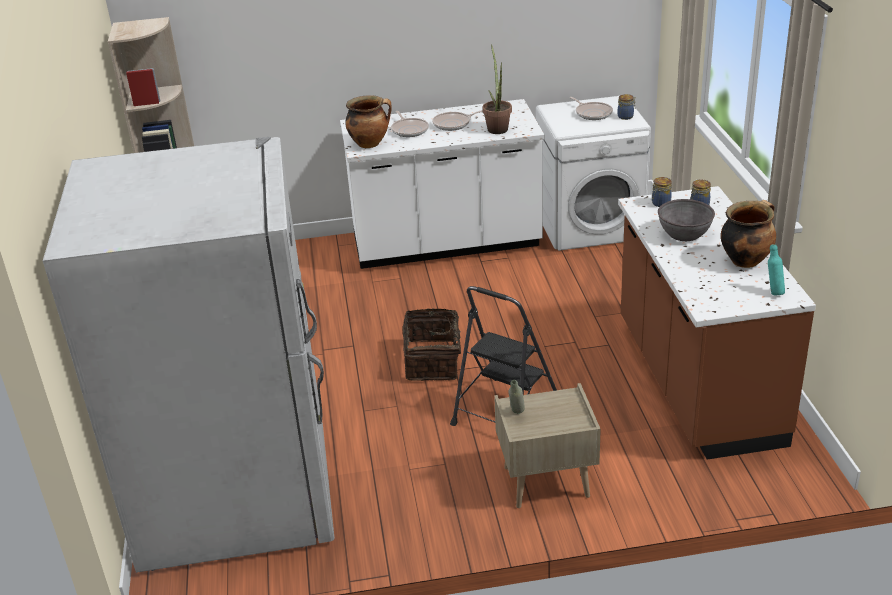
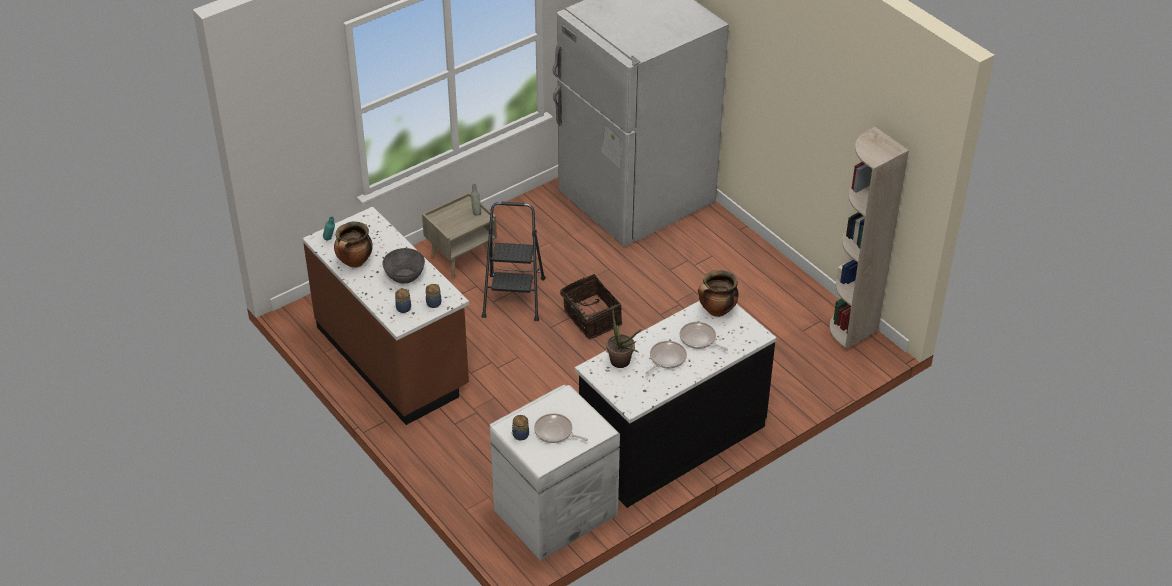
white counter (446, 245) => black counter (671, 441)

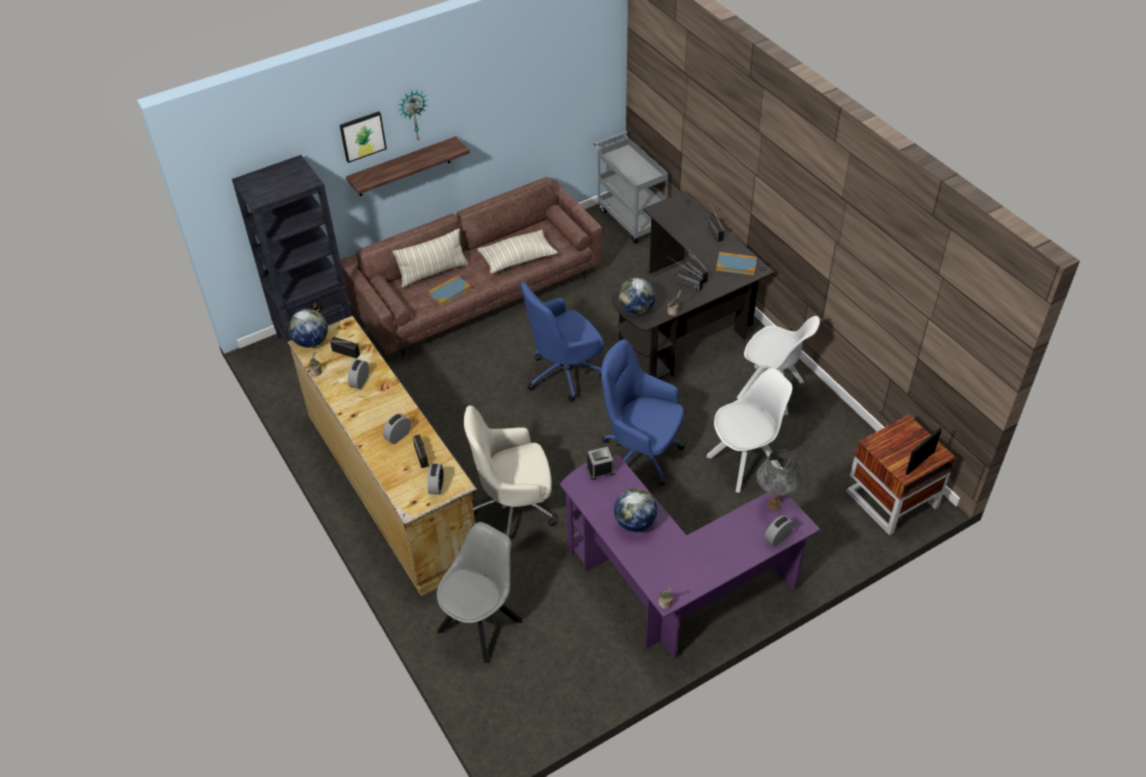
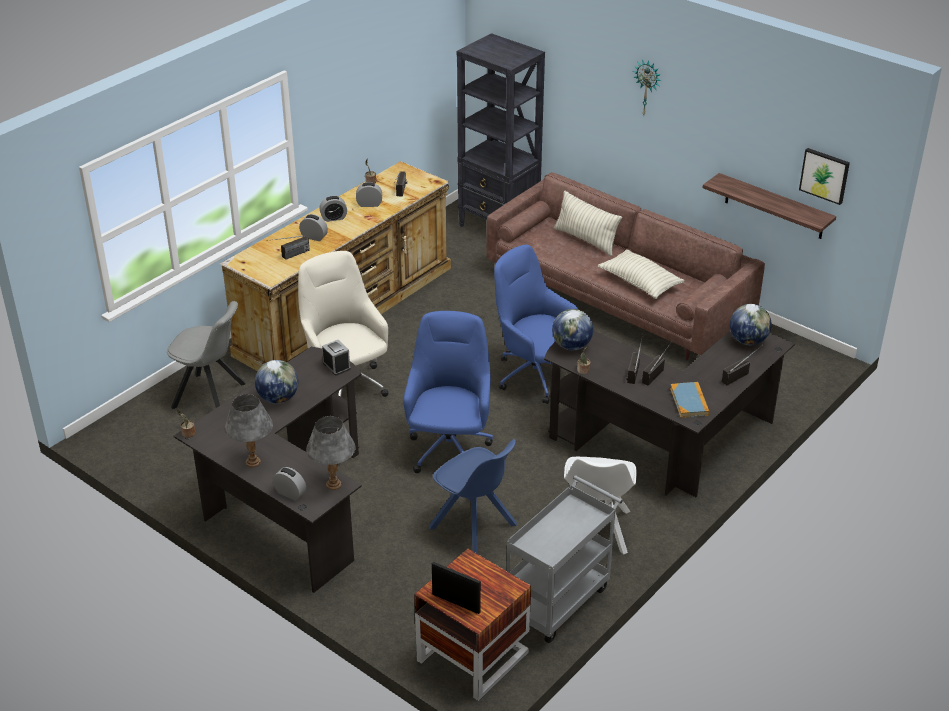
picture (362, 136) => picture (825, 175), move
grey cart (629, 221) => grey cart (560, 604), move
shelf (403, 167) => shelf (774, 207), move
book (449, 292) => nothing
globe (311, 342) => globe (748, 341), move
white chair (745, 463) => blue chair (474, 527)
purple desk (674, 588) => black desk (286, 504)
alarm clock (436, 486) => alarm clock (333, 218), move
nothing => grey table lamp (253, 462)

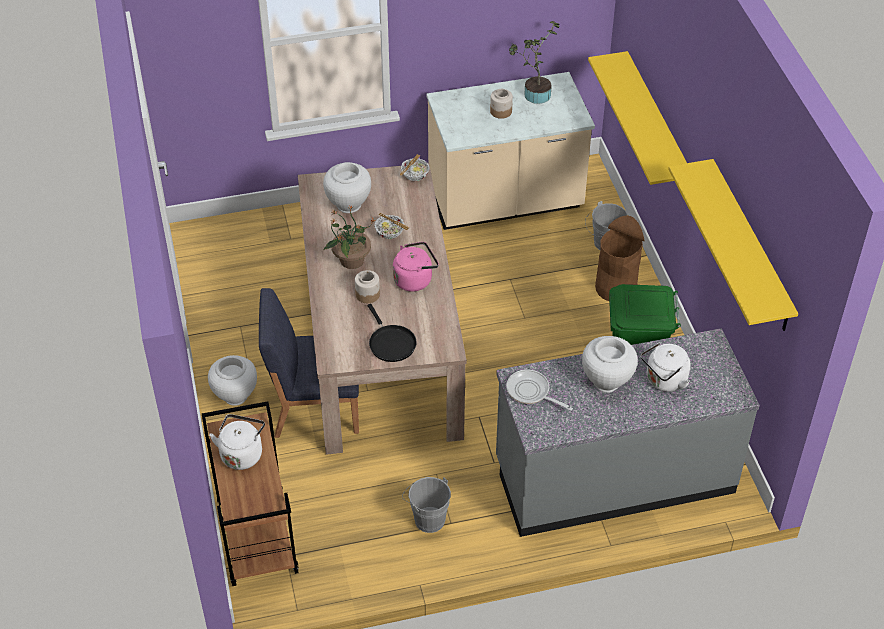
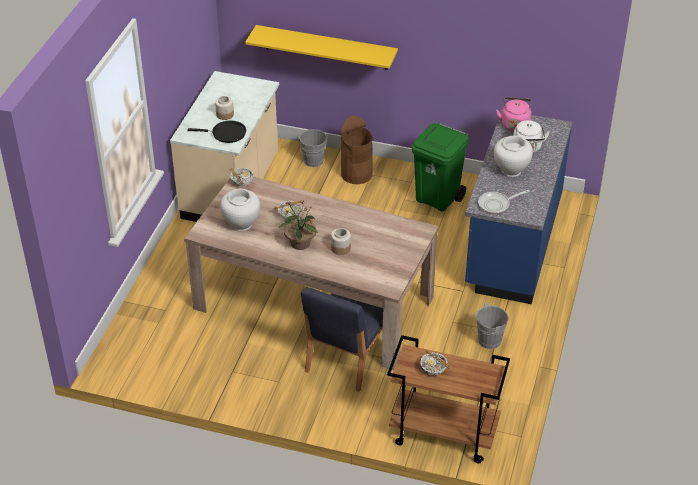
potted plant (534, 95) => nothing
yellow shelf (750, 246) => nothing
pink kettle (415, 279) => pink kettle (514, 124), move
black frying pan (391, 343) => black frying pan (226, 134), move
grey counter (614, 476) => blue counter (512, 243)
white vase (235, 396) => nothing
white kettle (242, 453) => bowl (433, 370)

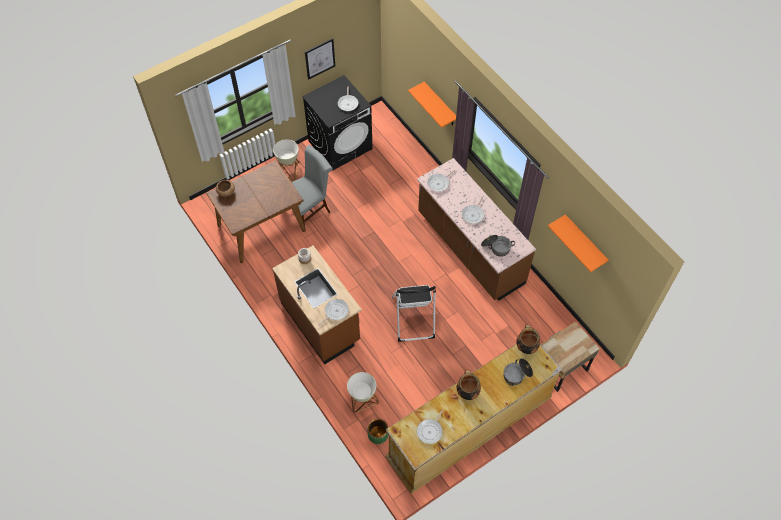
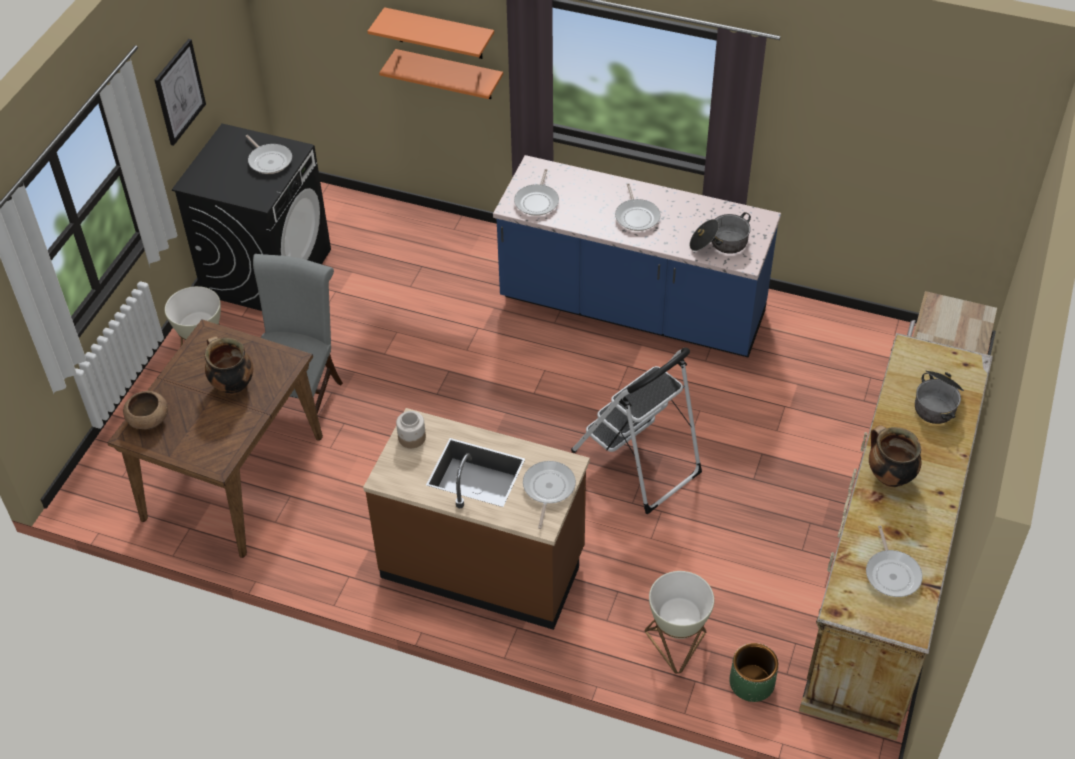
brown counter (469, 249) => blue counter (632, 309)
orange shelf (584, 242) => orange shelf (439, 34), move
cooking pot (526, 347) => cooking pot (232, 385), move

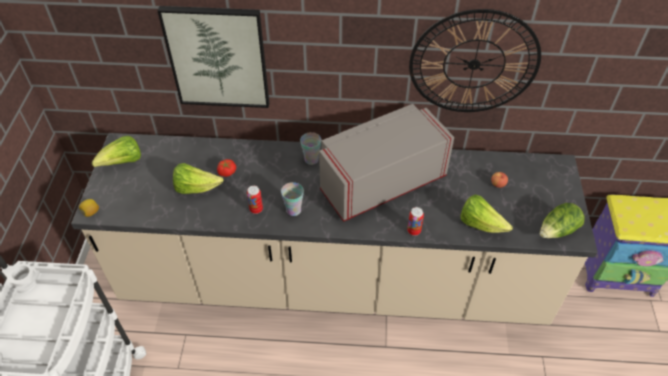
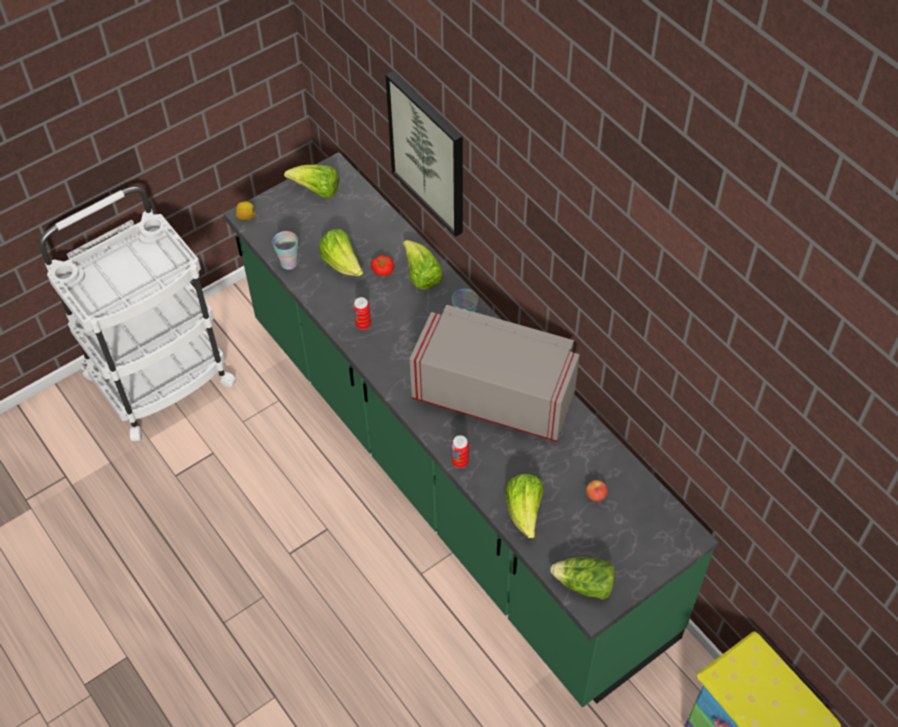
wall clock (474, 64) => nothing
beige counter (334, 281) => green counter (450, 474)
cup (293, 210) => cup (289, 263), move
nothing => lettuce (421, 275)

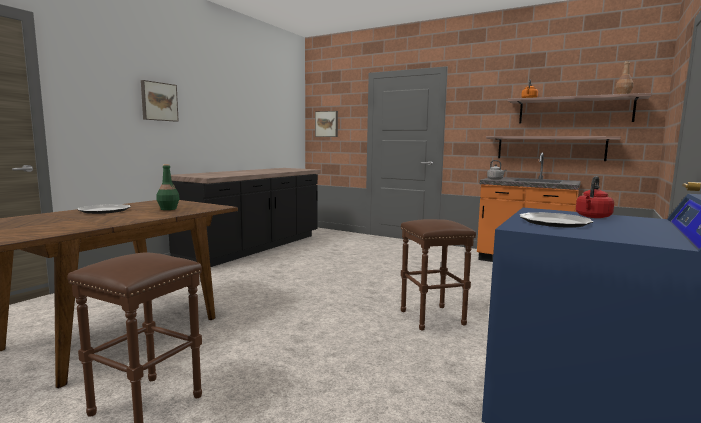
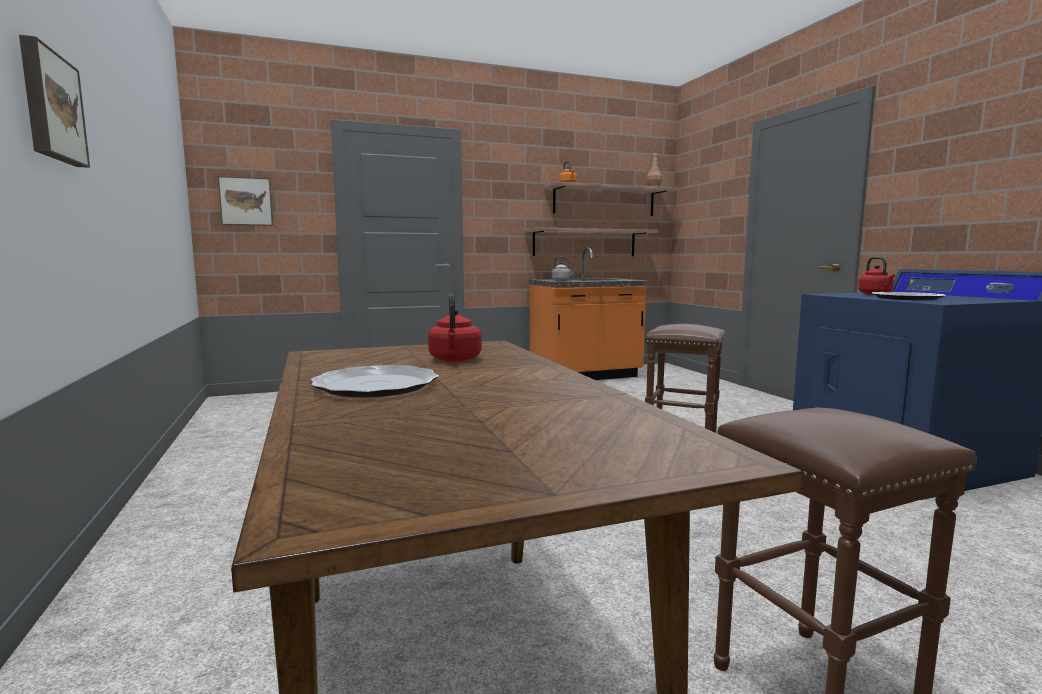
green bottle (168, 209) => red kettle (455, 360)
black counter (254, 248) => nothing

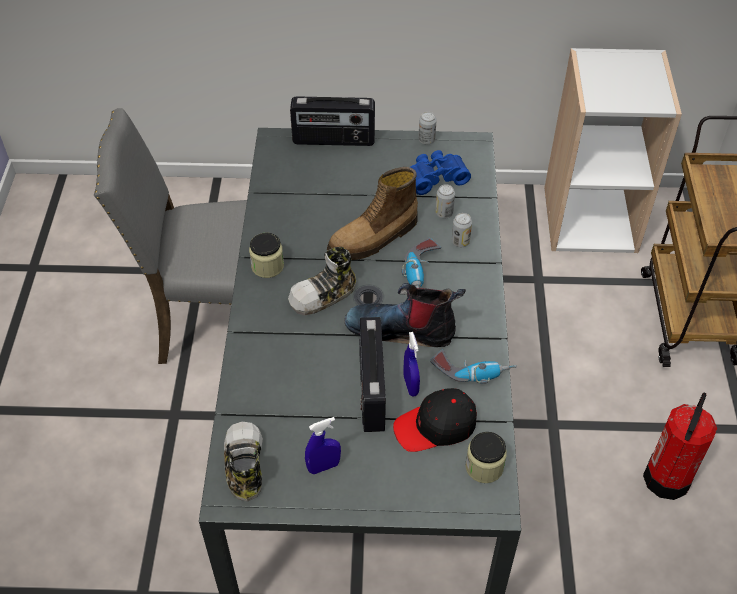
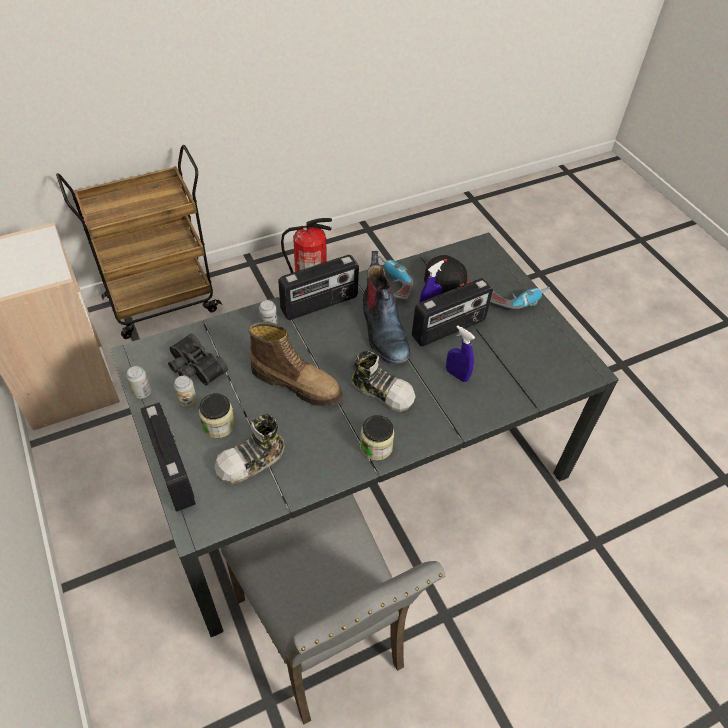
blue binoculars (435, 177) => black binoculars (194, 368)
can (444, 213) => can (188, 402), move
power drill (422, 274) => power drill (518, 301), move
blue spray bottle (323, 466) => blue spray bottle (457, 375), move
shoe (244, 465) => shoe (251, 461), move
jar (484, 467) => jar (218, 425), move
nothing => radio (320, 304)

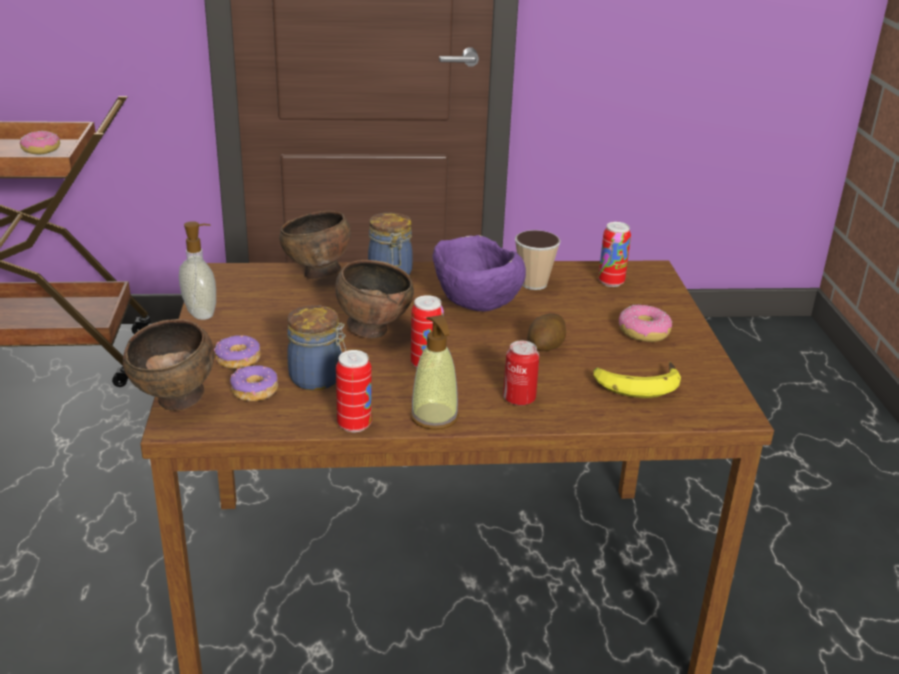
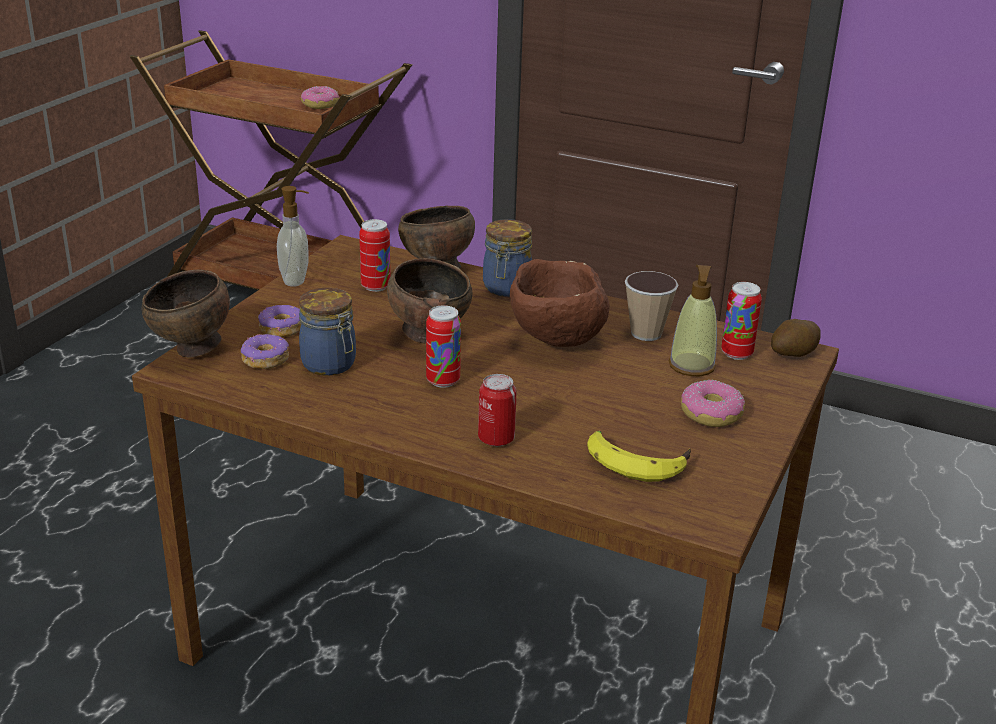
purple bowl (475, 307) => brown bowl (556, 340)
potato (546, 347) => potato (792, 354), move
soap dispenser (434, 417) => soap dispenser (691, 366), move
can (354, 425) => can (375, 286), move

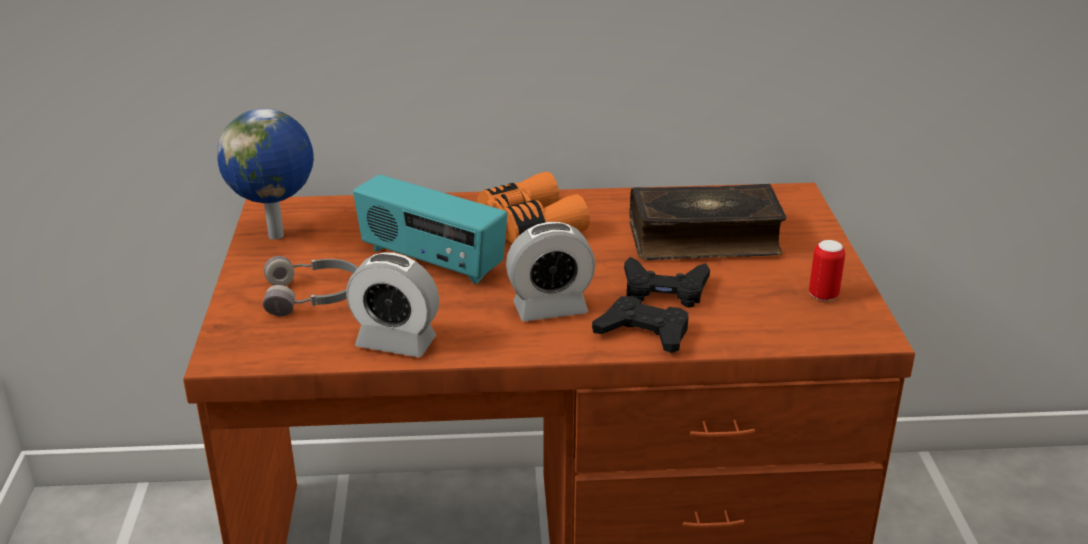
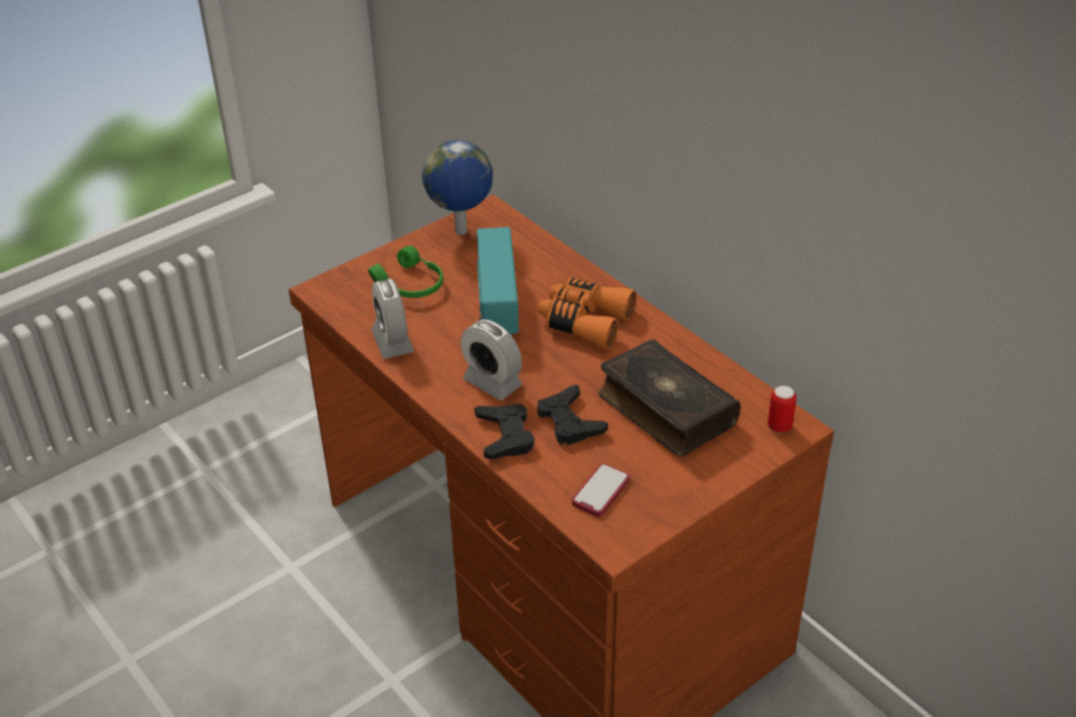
can (823, 295) => can (779, 427), move
grey headphones (314, 296) => green headphones (410, 285)
nothing => phone (601, 491)

